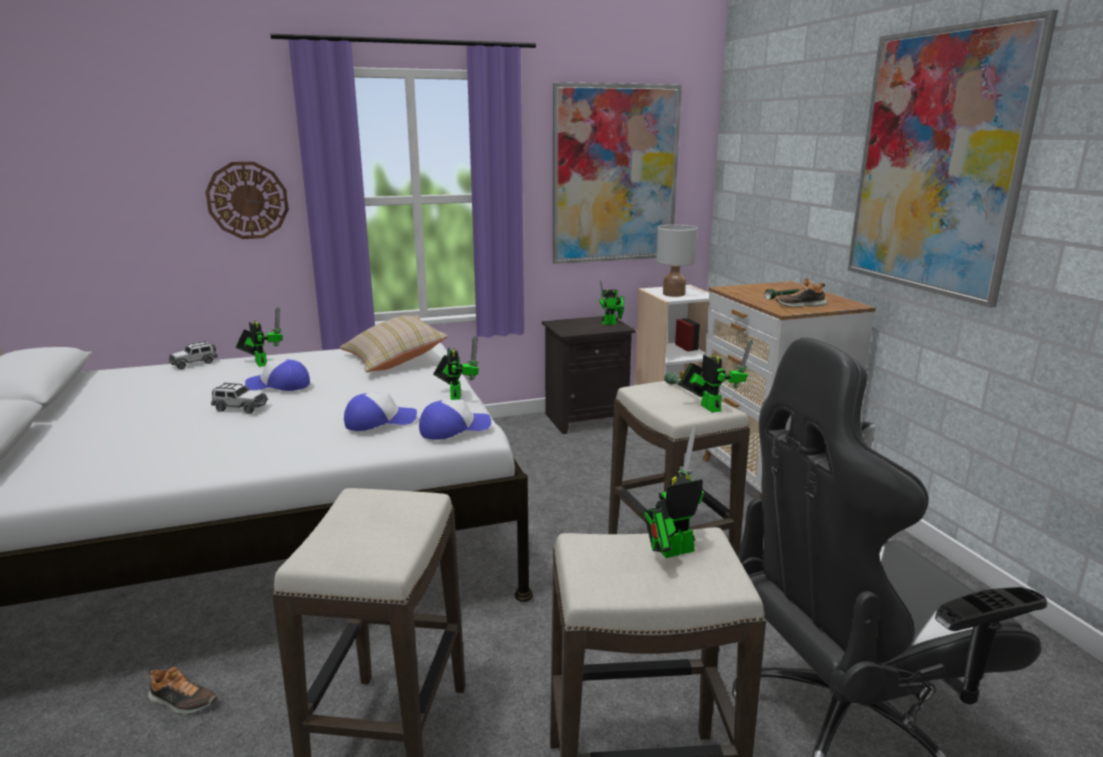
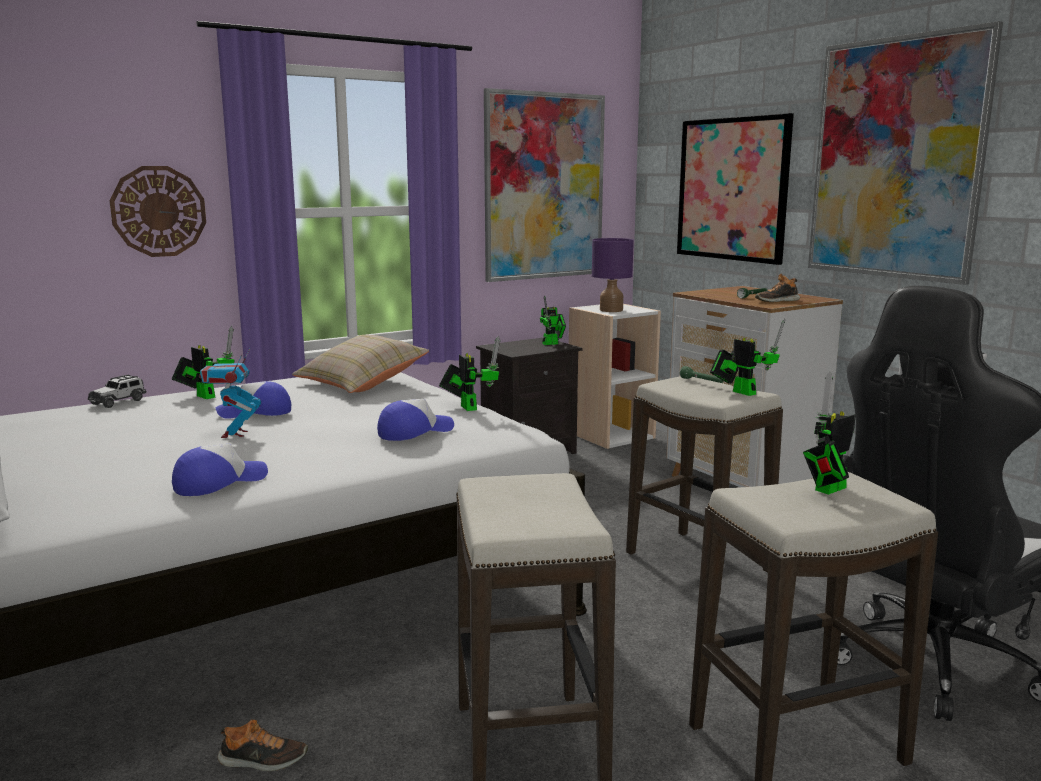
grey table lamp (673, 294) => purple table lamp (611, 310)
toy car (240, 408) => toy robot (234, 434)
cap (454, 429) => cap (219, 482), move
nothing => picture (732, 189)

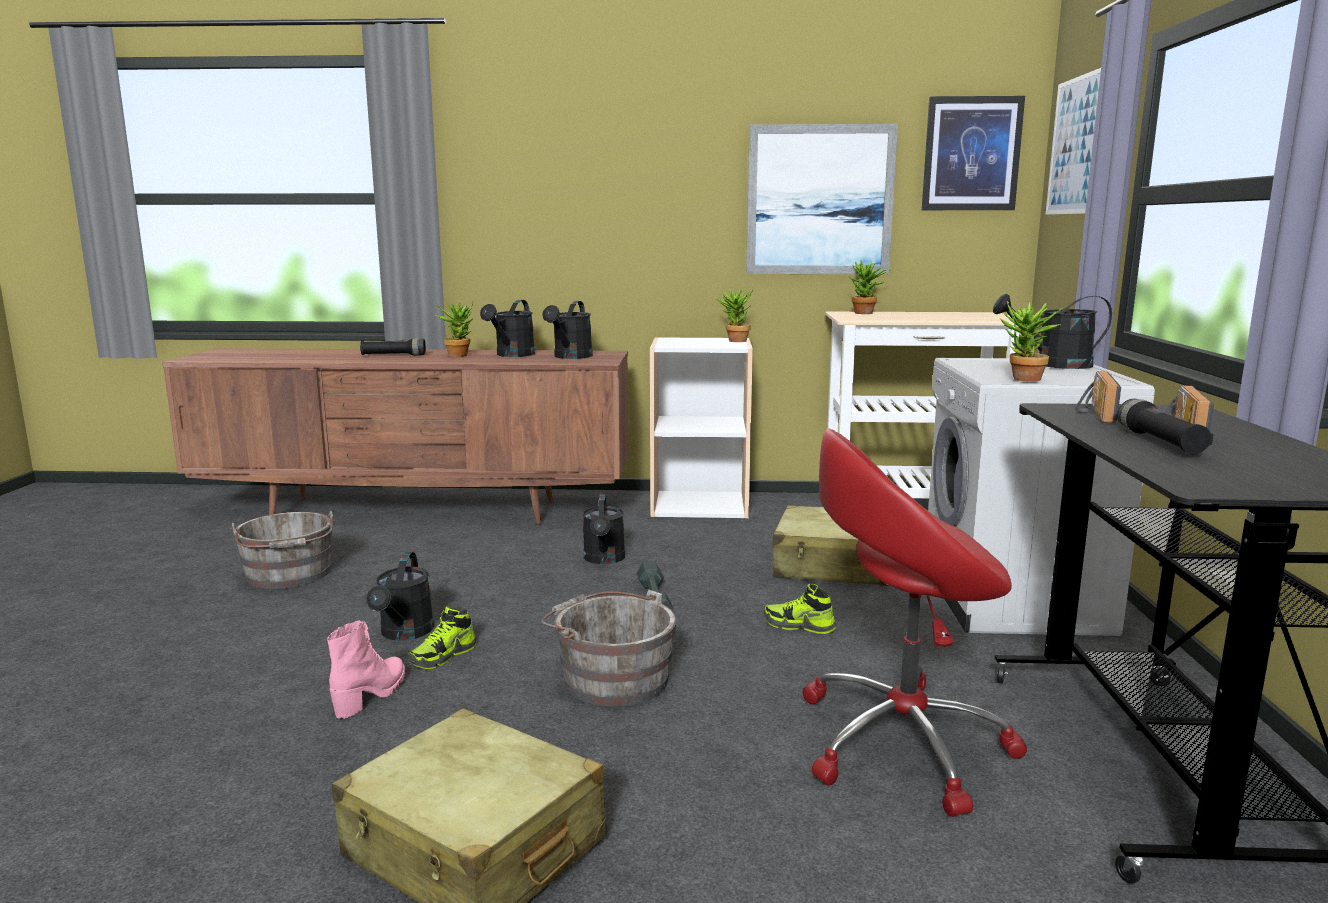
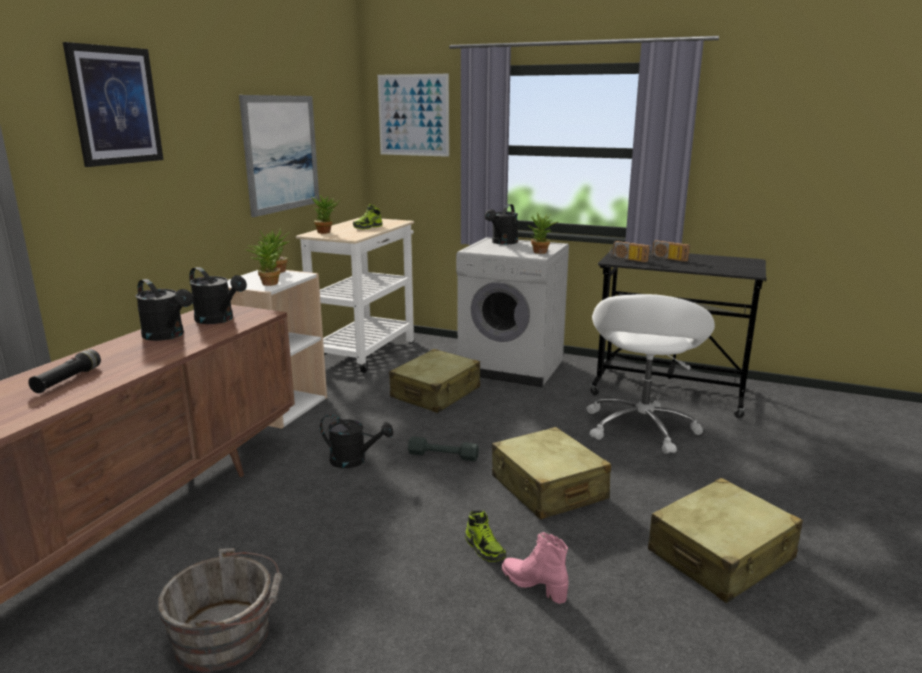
picture (971, 154) => picture (115, 106), move
potted plant (458, 355) => potted plant (267, 283), move
black flashlight (1159, 442) => nothing
red office chair (896, 742) => white office chair (640, 429)
black watering can (404, 633) => nothing
shoe (799, 626) => shoe (368, 227), move
grey bucket (611, 678) => beige suitcase (548, 488)

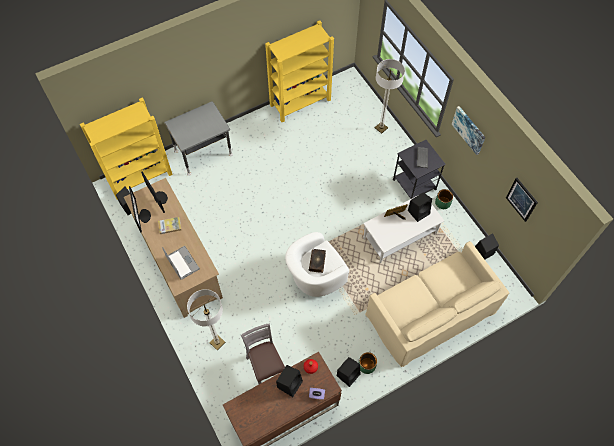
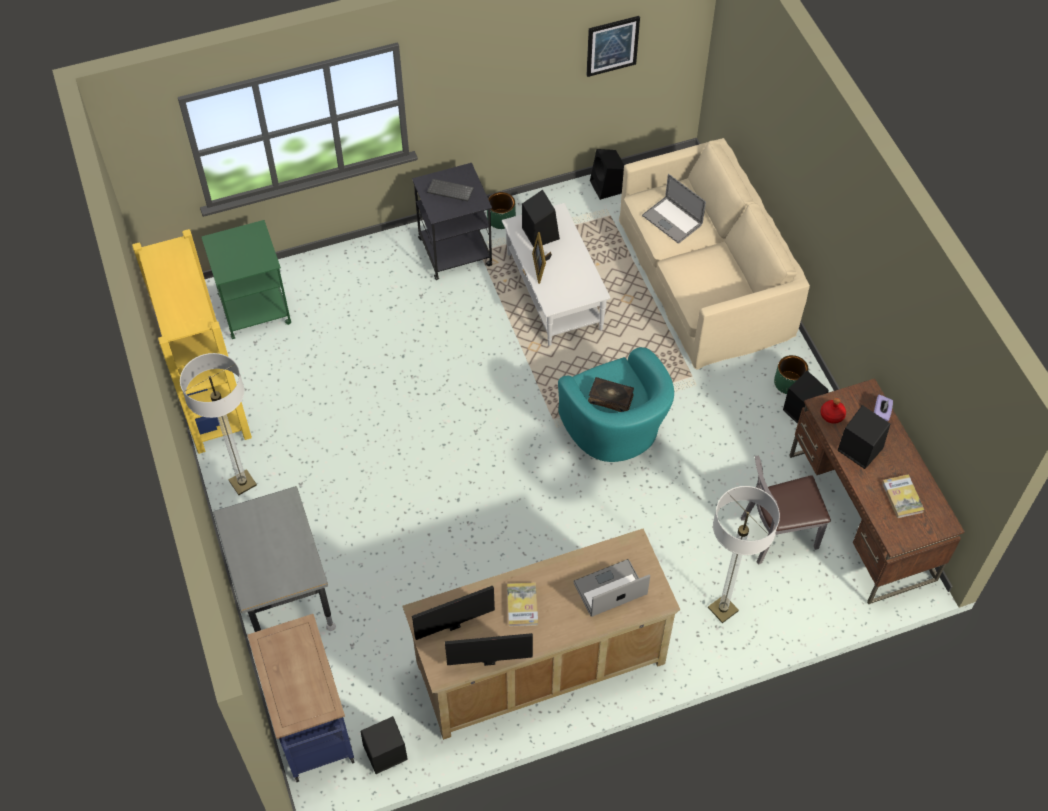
floor lamp (381, 128) => floor lamp (242, 483), move
yellow bookcase (139, 177) => blue cart (312, 729)
picture (469, 130) => nothing
white armchair (315, 277) => turquoise armchair (614, 432)
nothing => laptop (672, 220)
nothing => green cart (255, 308)
nothing => book (902, 497)

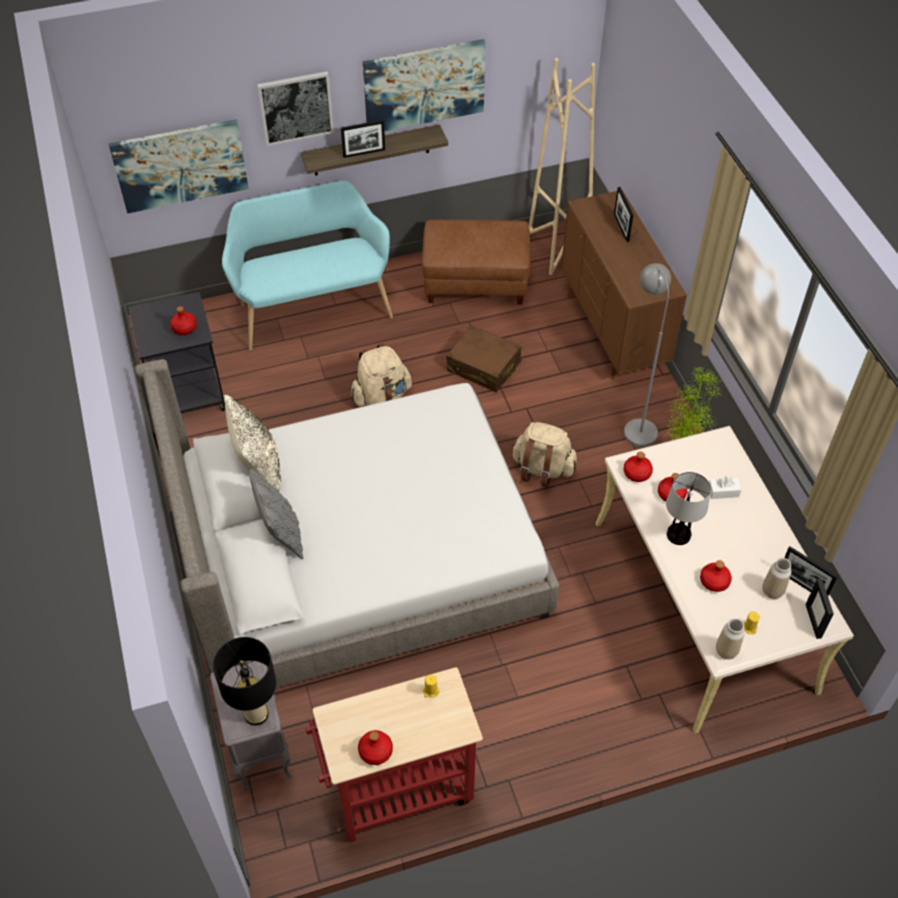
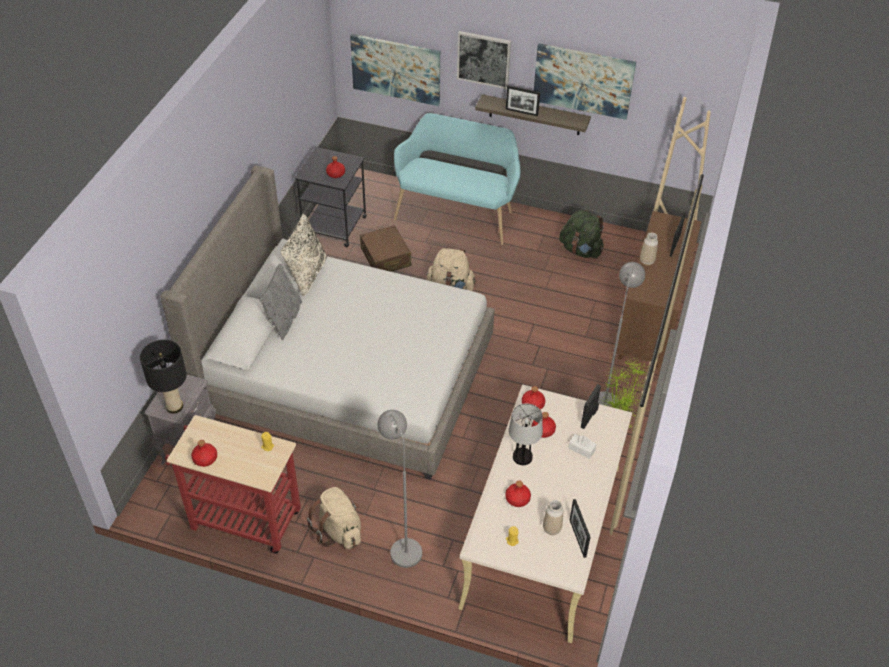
brown ottoman (476, 282) => green backpack (580, 250)
brown suitcase (484, 367) => brown suitcase (385, 257), move
beige backpack (542, 469) => beige backpack (339, 531), move
picture frame (814, 621) => picture frame (589, 418), move
vase (726, 651) => vase (646, 262), move
nothing => grey floor lamp (402, 546)

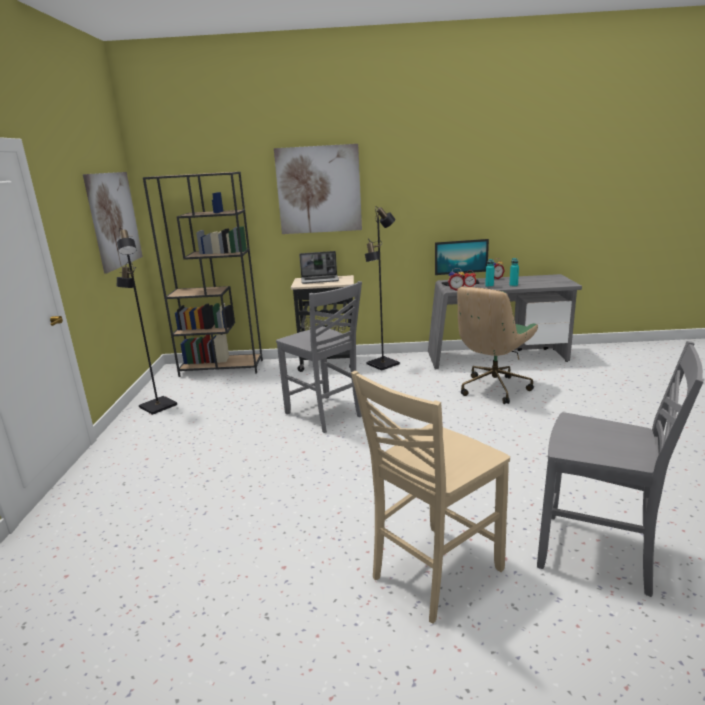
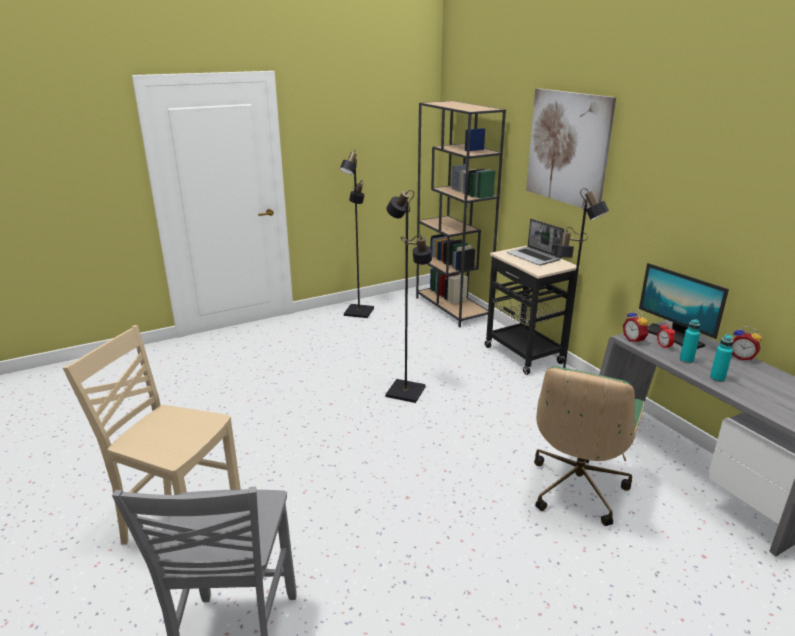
picture (114, 220) => nothing
grey chair (324, 415) => black floor lamp (405, 392)
green office chair (493, 390) => green office chair (575, 492), 75 degrees counterclockwise

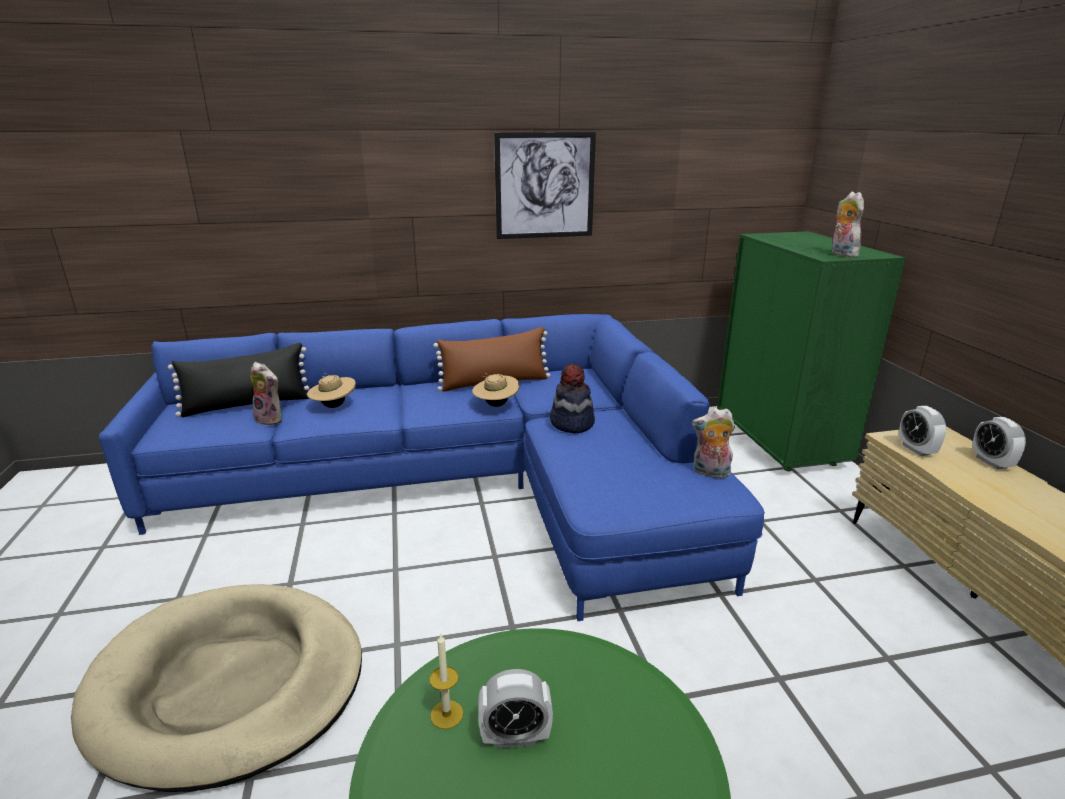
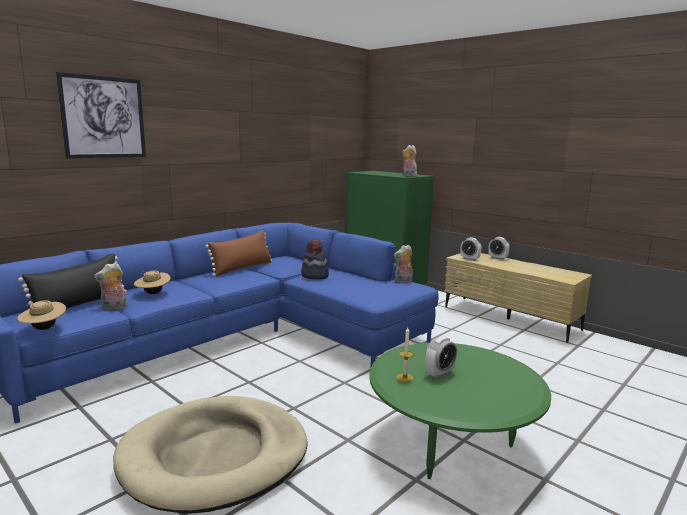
picture (545, 186) => picture (103, 117), move
plush toy (271, 419) => plush toy (114, 308), 150 degrees clockwise
beige hat (496, 405) => beige hat (44, 328), move

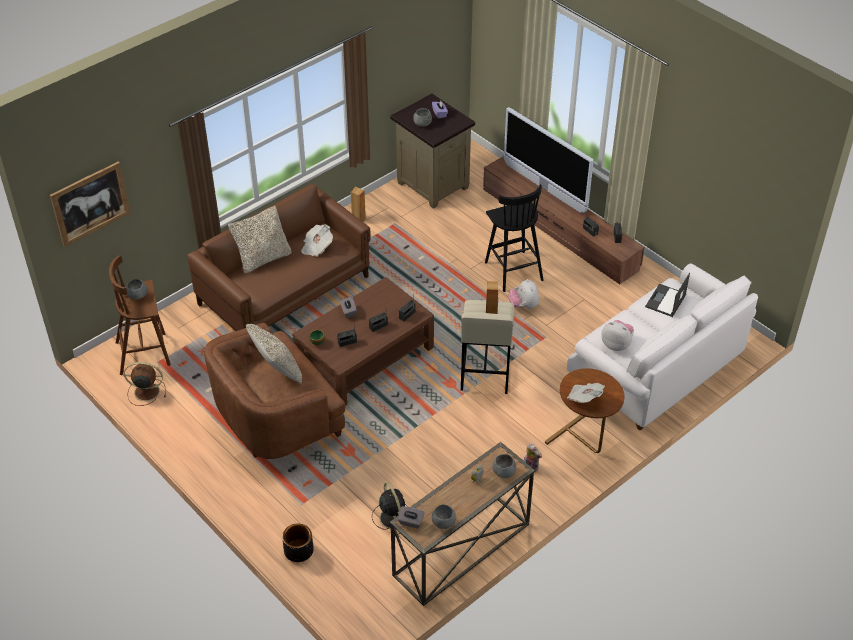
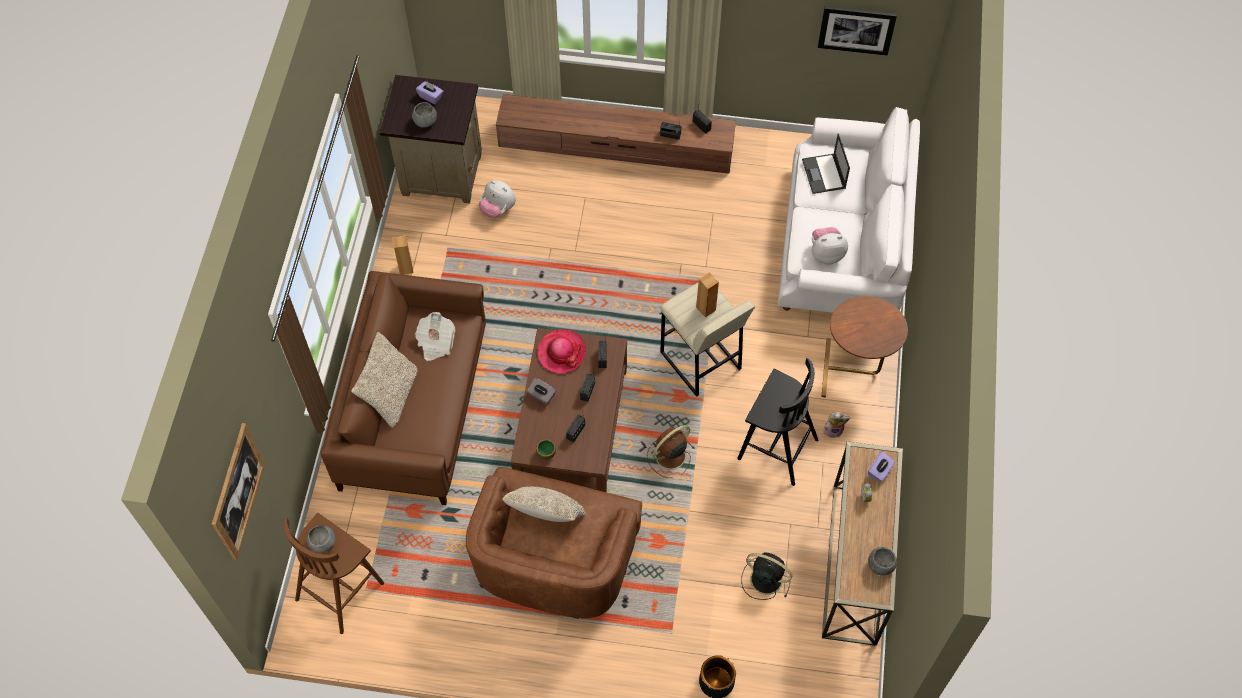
television (544, 188) => nothing
black stool (512, 269) => black stool (775, 448), move
plush toy (523, 306) => plush toy (498, 209), move
brown fan (145, 391) => brown fan (669, 456), move
newspaper (584, 398) => nothing
grey bowl (504, 472) => purple tissue box (879, 471)
grey tissue box (411, 522) => nothing
nothing => picture (856, 29)
nothing => hat (561, 352)

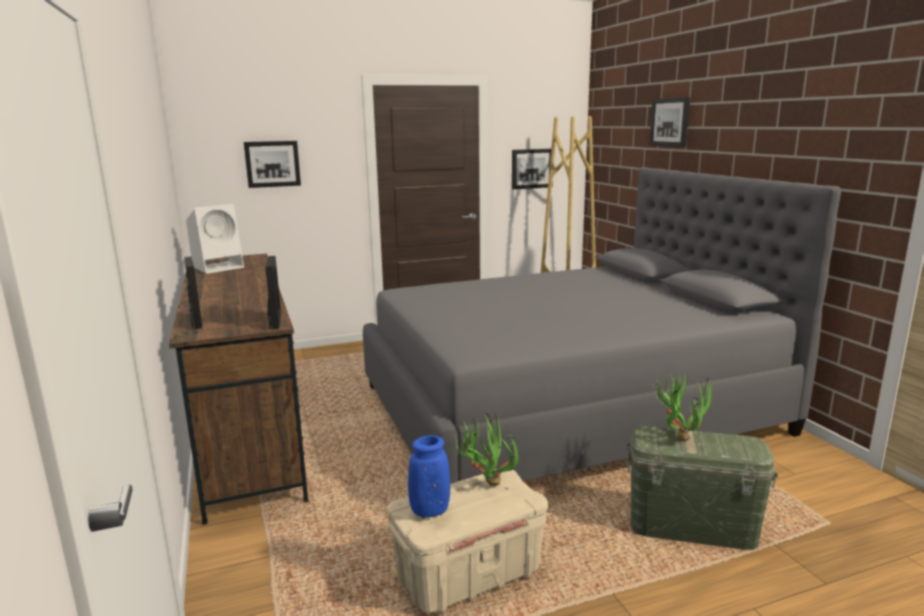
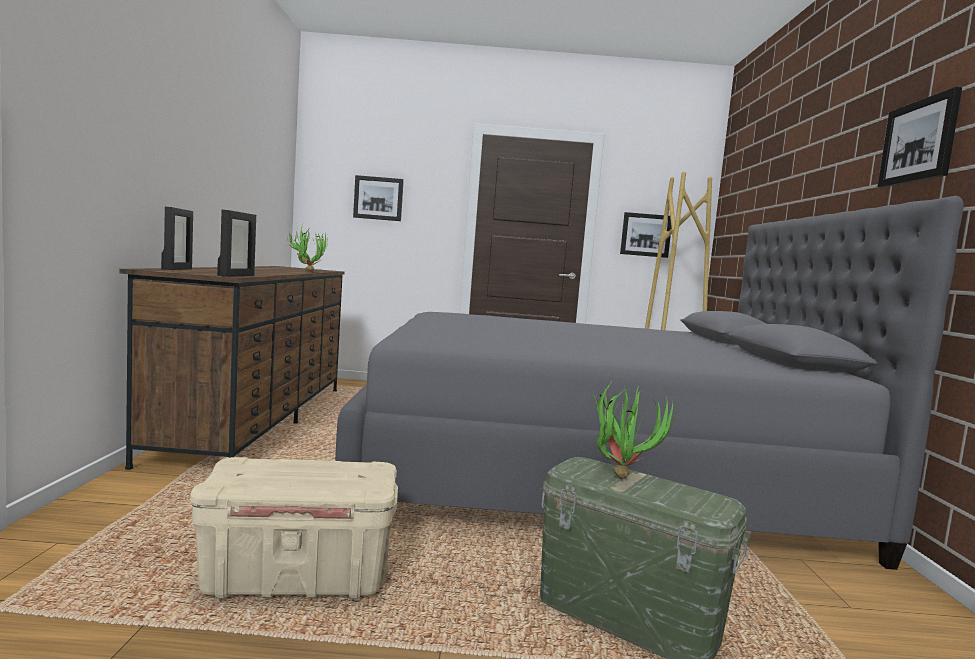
picture (670, 122) => picture (919, 141), move
white speaker (219, 267) => nothing
potted plant (486, 483) => potted plant (307, 271), move
blue vase (430, 510) => nothing

